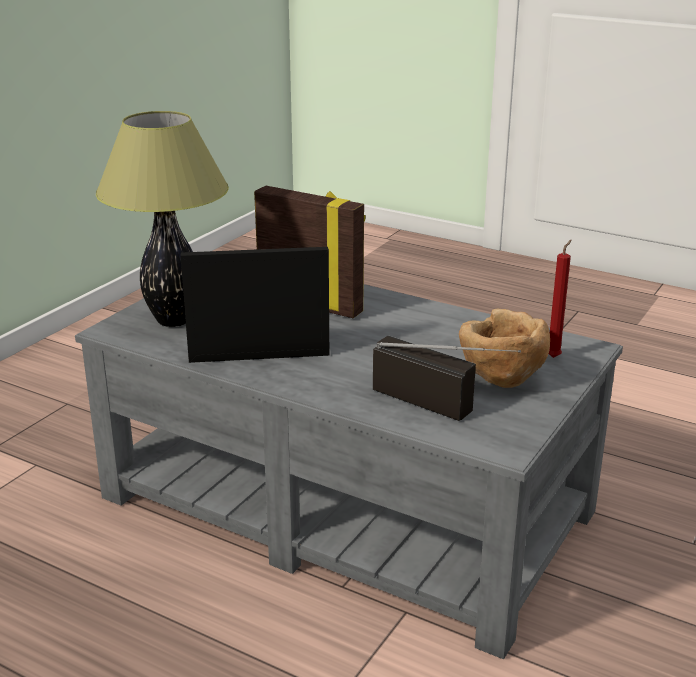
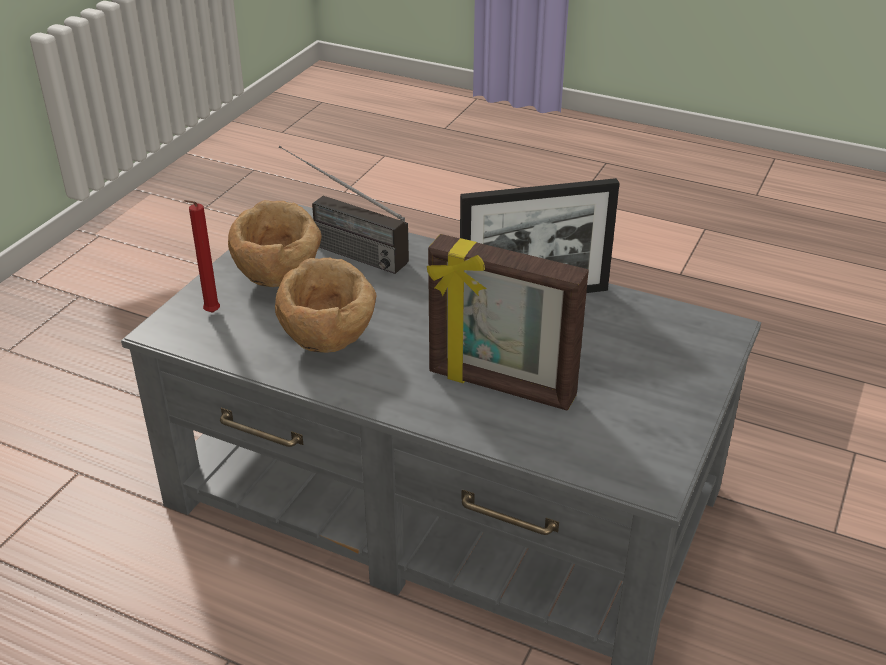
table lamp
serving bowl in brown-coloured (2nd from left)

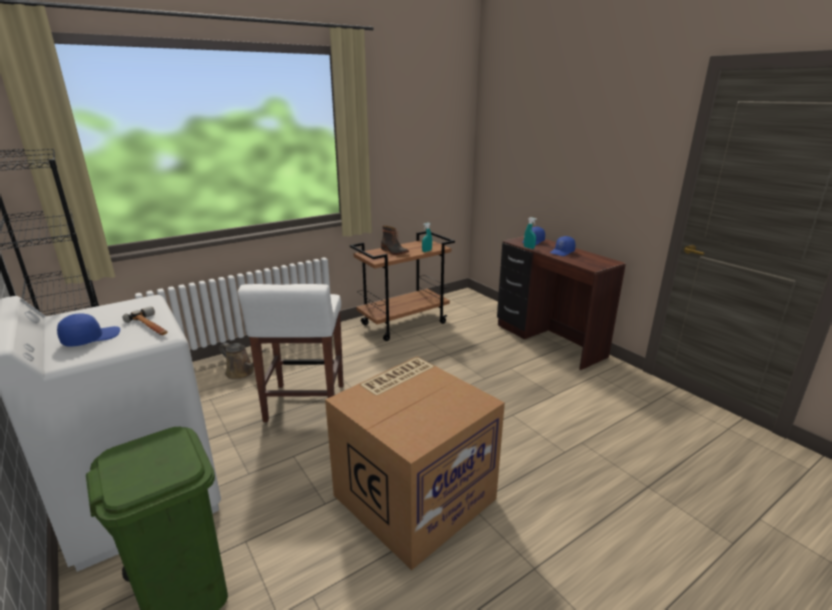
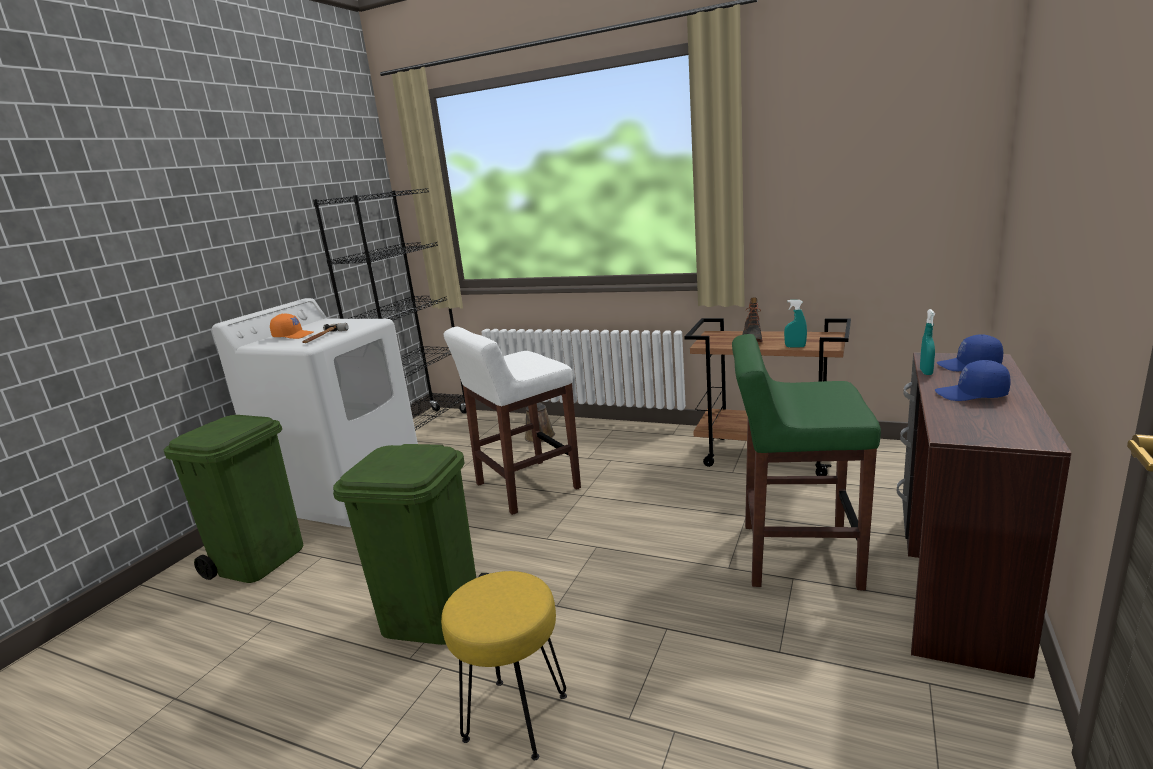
sitting stool in yellow-coloured
sitting stool in greenish
trash can in greenish (2nd from left)
baseball cap in orange-coloured

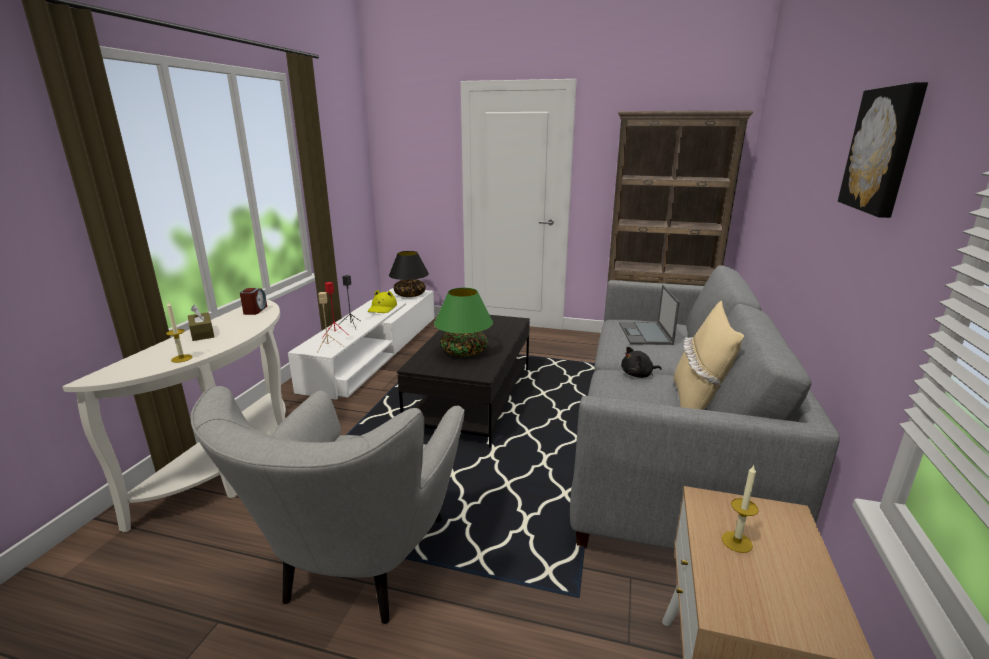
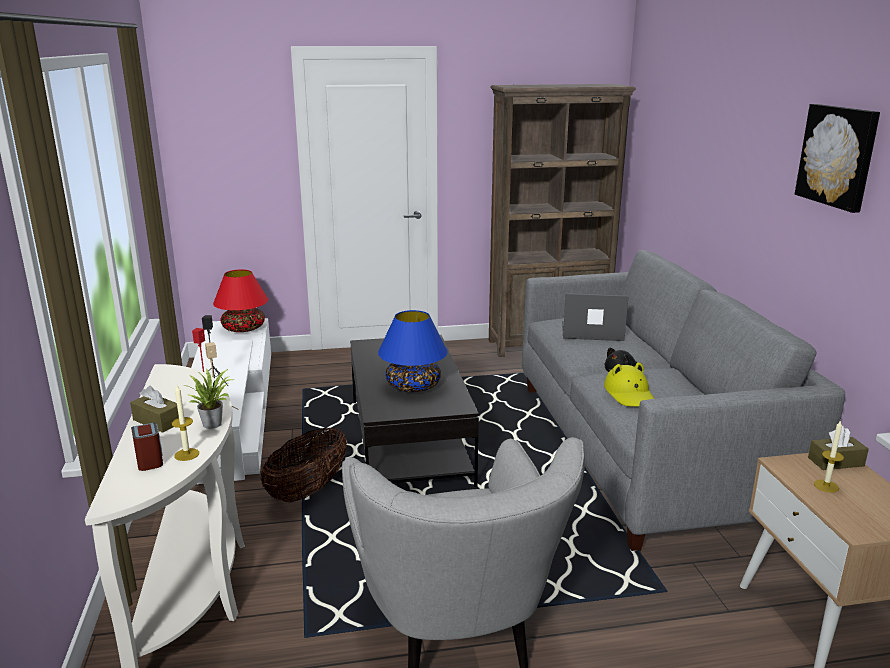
cushion in sand-coloured
houseplant
storage basket
box of tissues in brown-coloured (2nd from left)
bedside clock
wearable hat in yellow-coloured
table lamp in reddish
table lamp in blue-coloured
portable computer

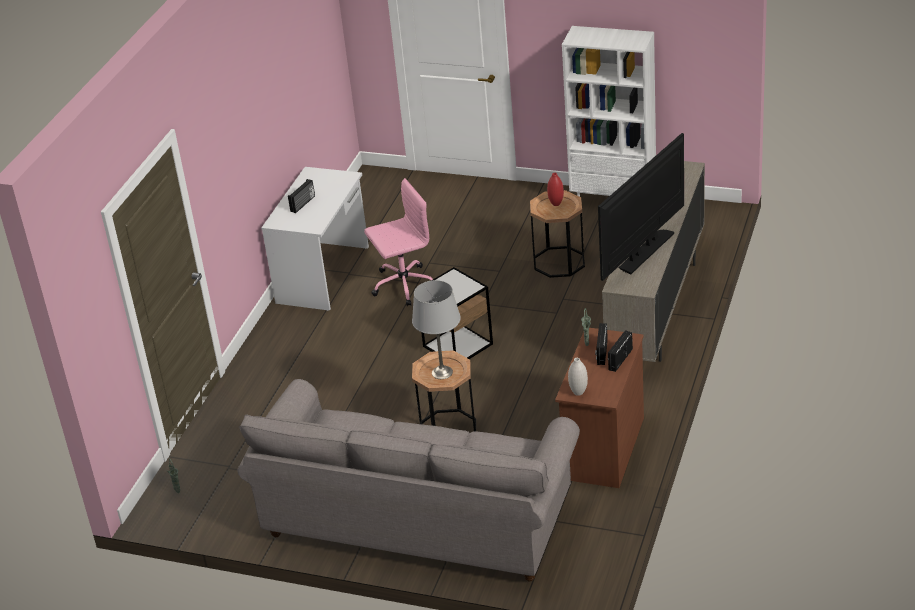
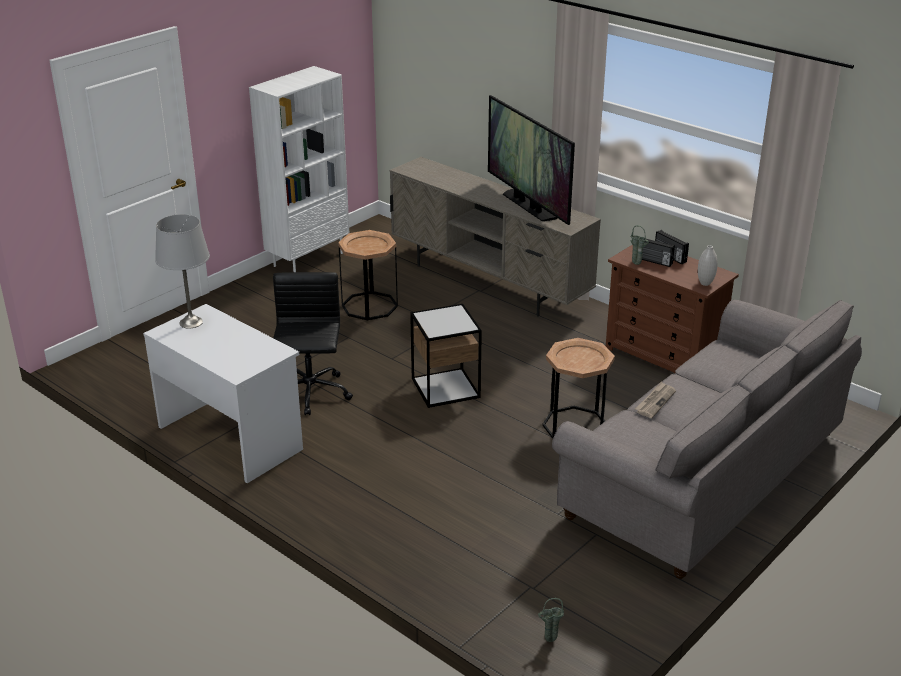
radio receiver (1st from left in the first image)
vase in reddish
daily paper
table lamp in greyish
office chair in black

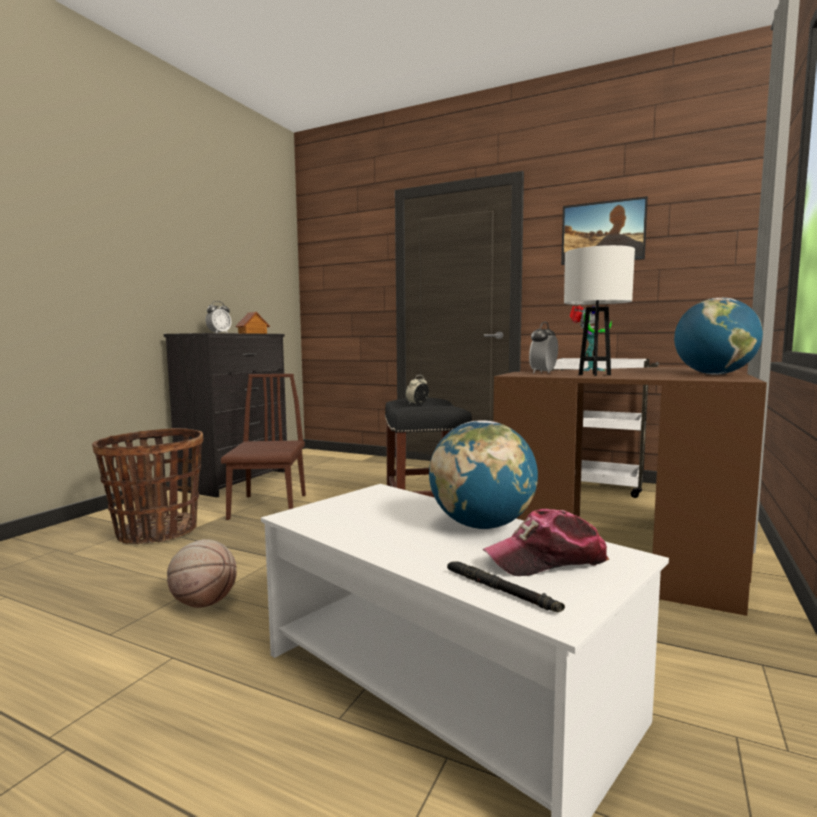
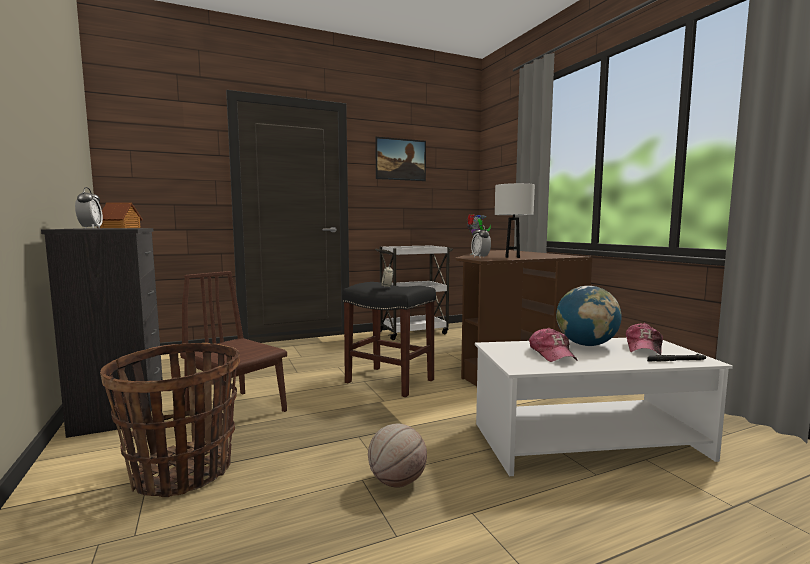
desk globe (2nd from left in the first image)
baseball cap (1st from left)

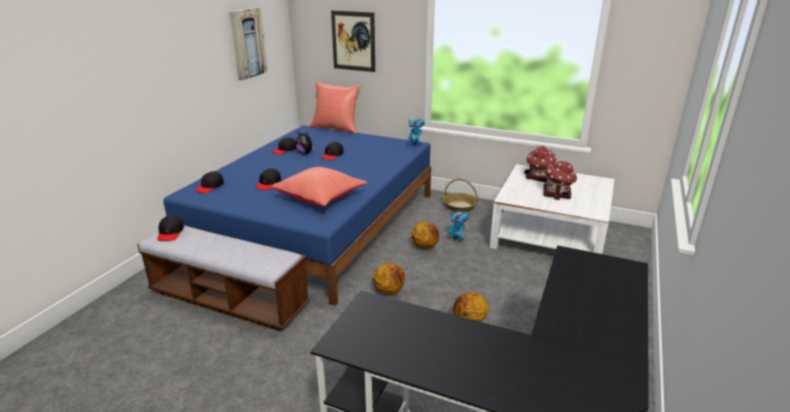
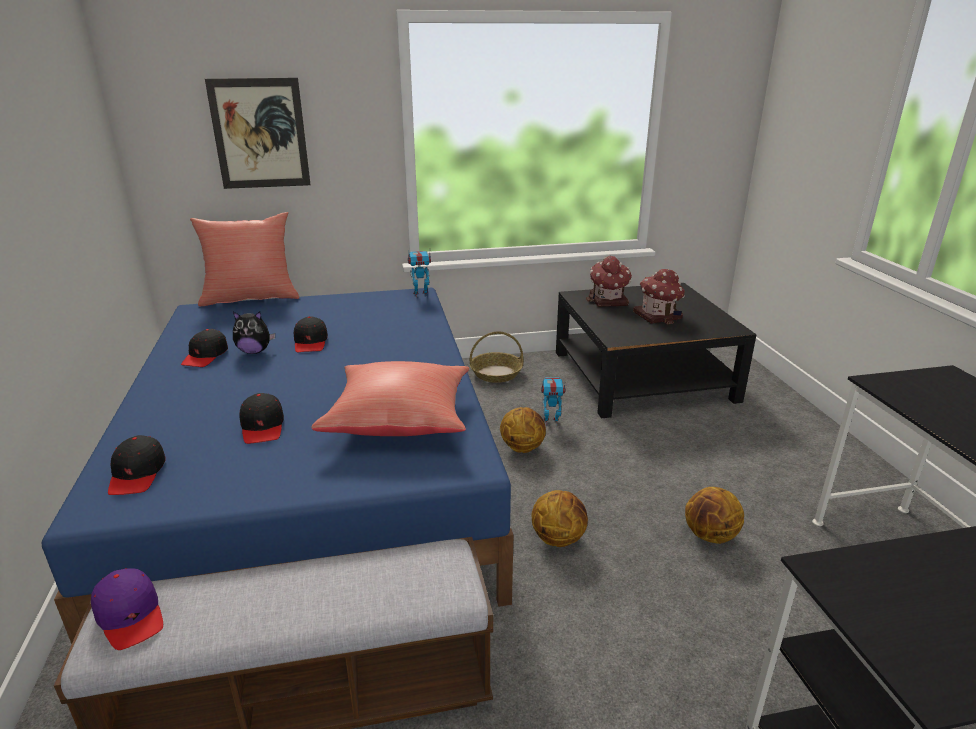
wall picture (1st from left in the first image)
baseball cap in purple-coloured
coffee table in black

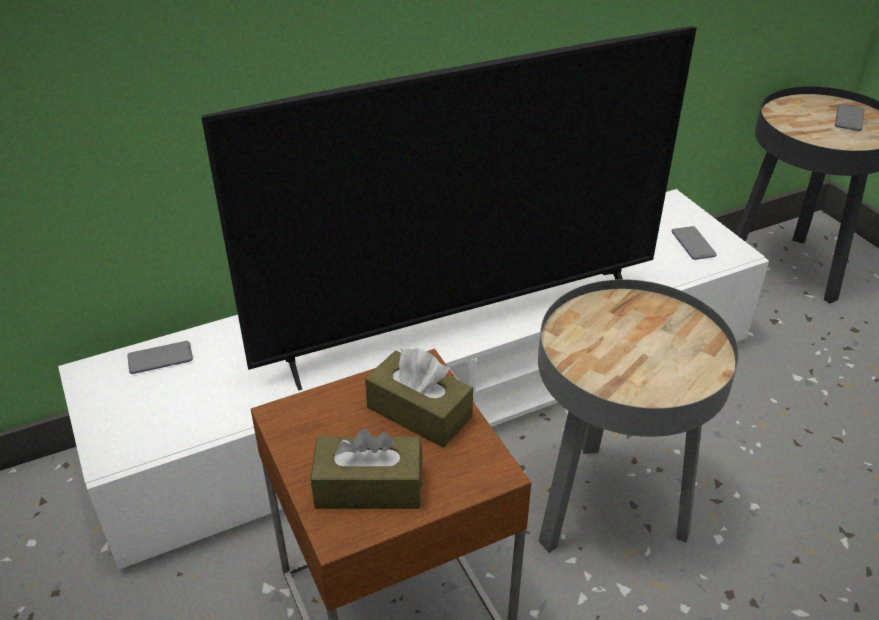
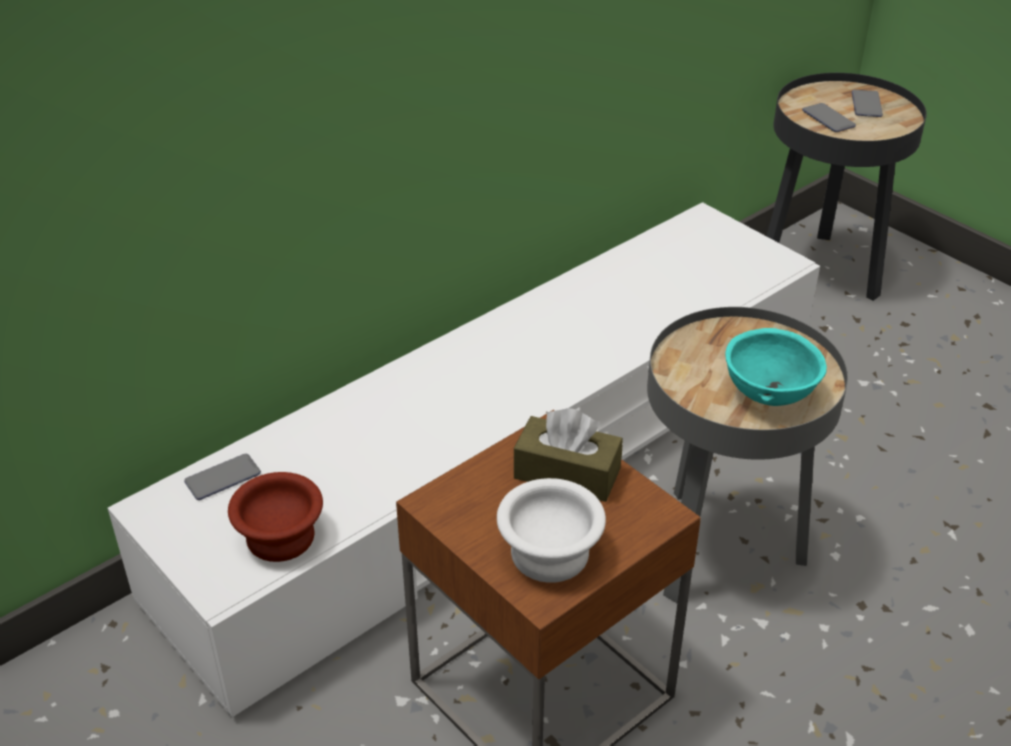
TV set
serving bowl in brown-coloured
serving bowl in turquoise
handset (2nd from left)
serving bowl in whitish

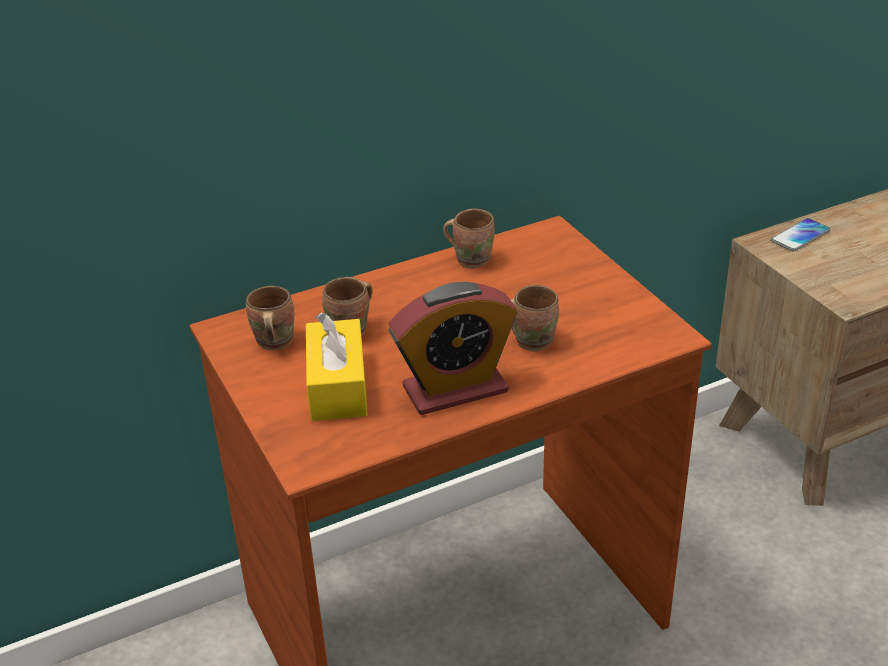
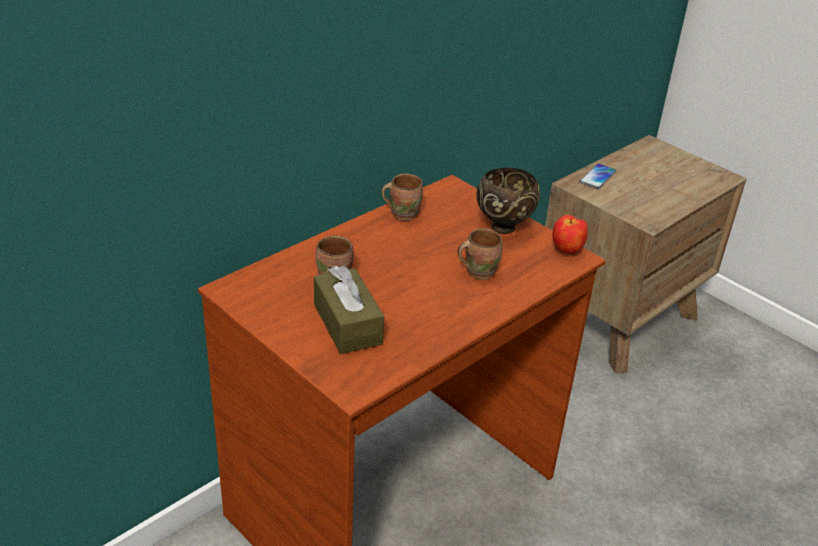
tea mug in brown-coloured (1st from left in the first image)
bedside clock
serving bowl in brown-coloured
apple fruit
box of tissues in brown-coloured

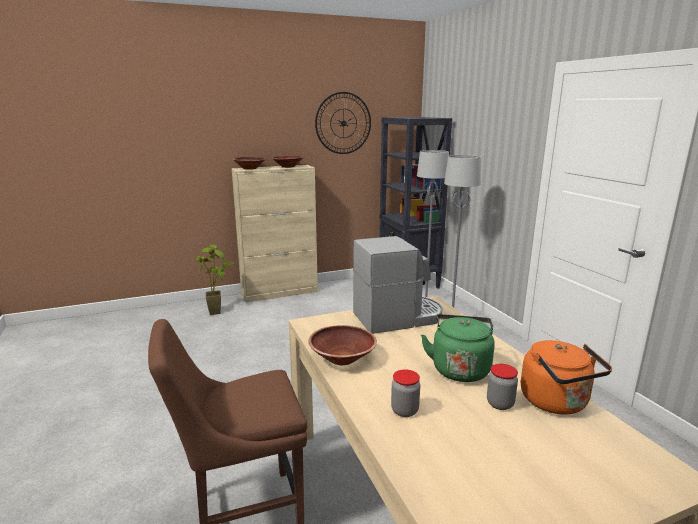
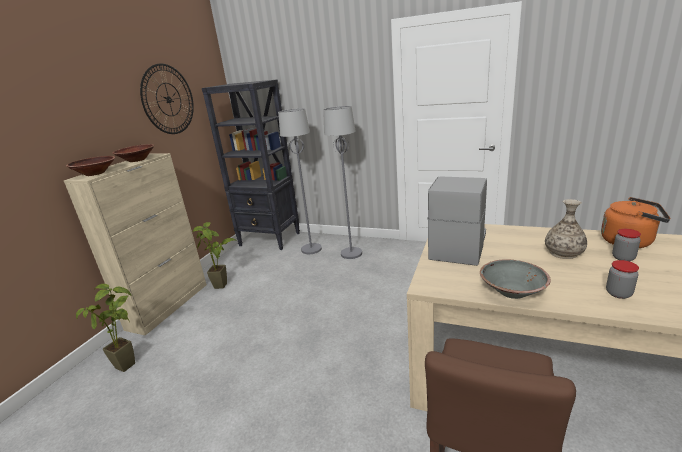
houseplant (2nd from left)
vase
serving bowl in greyish

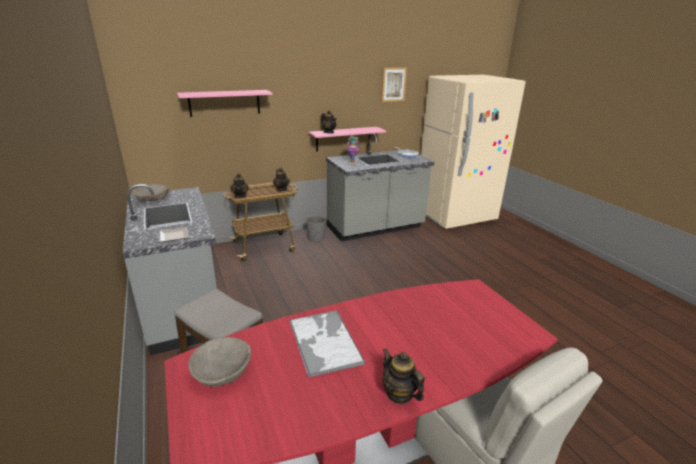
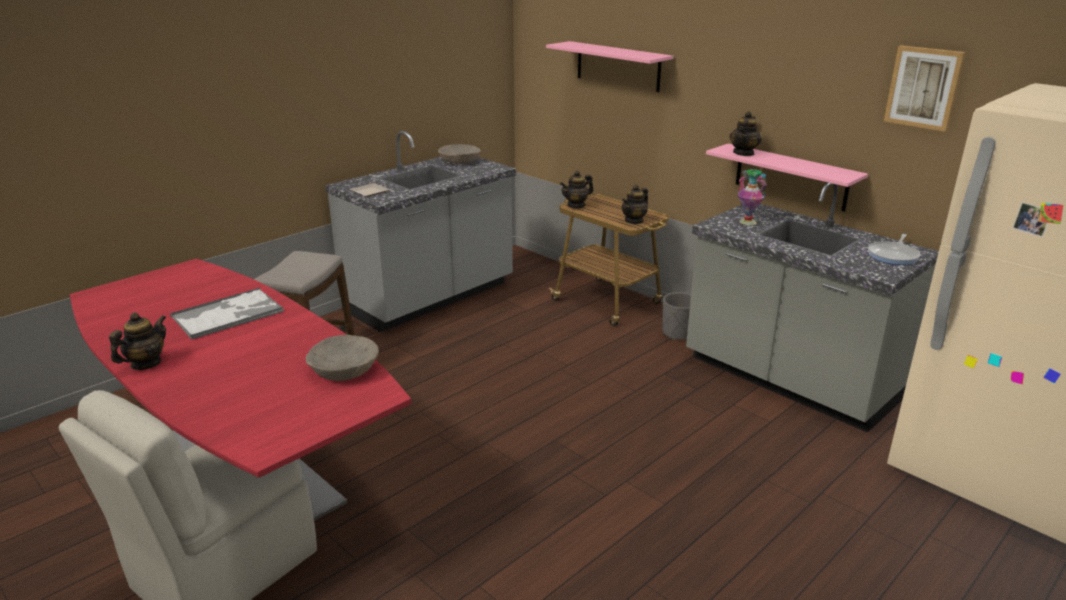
serving bowl in sand-coloured (1st from left)

